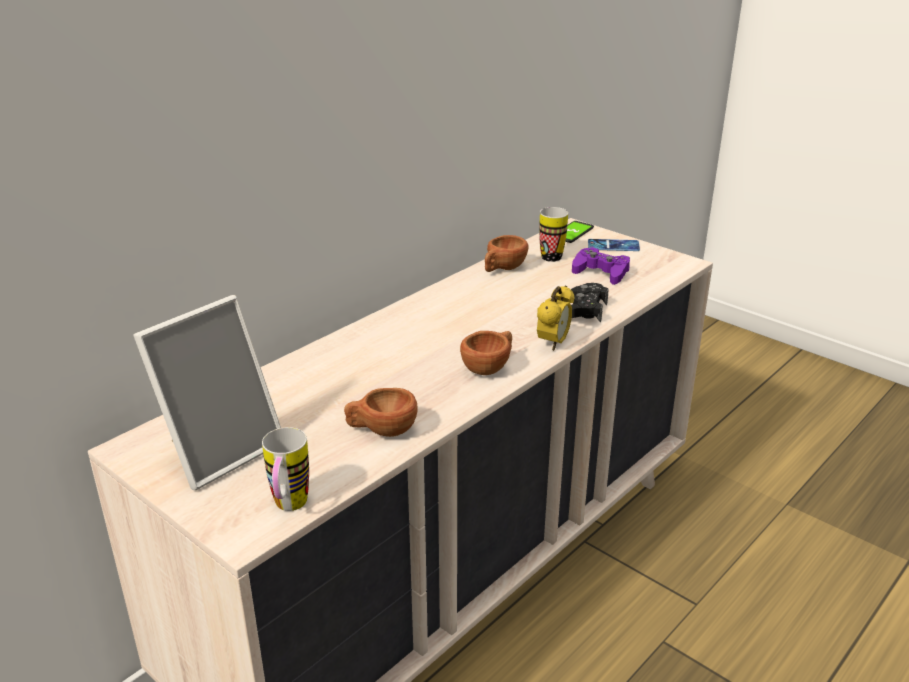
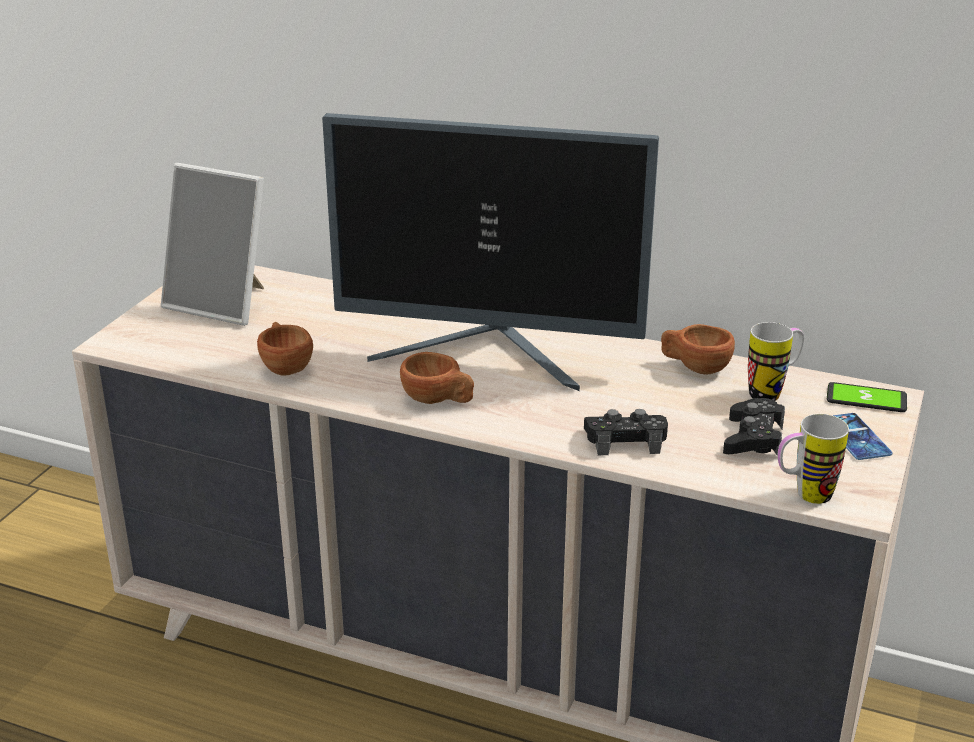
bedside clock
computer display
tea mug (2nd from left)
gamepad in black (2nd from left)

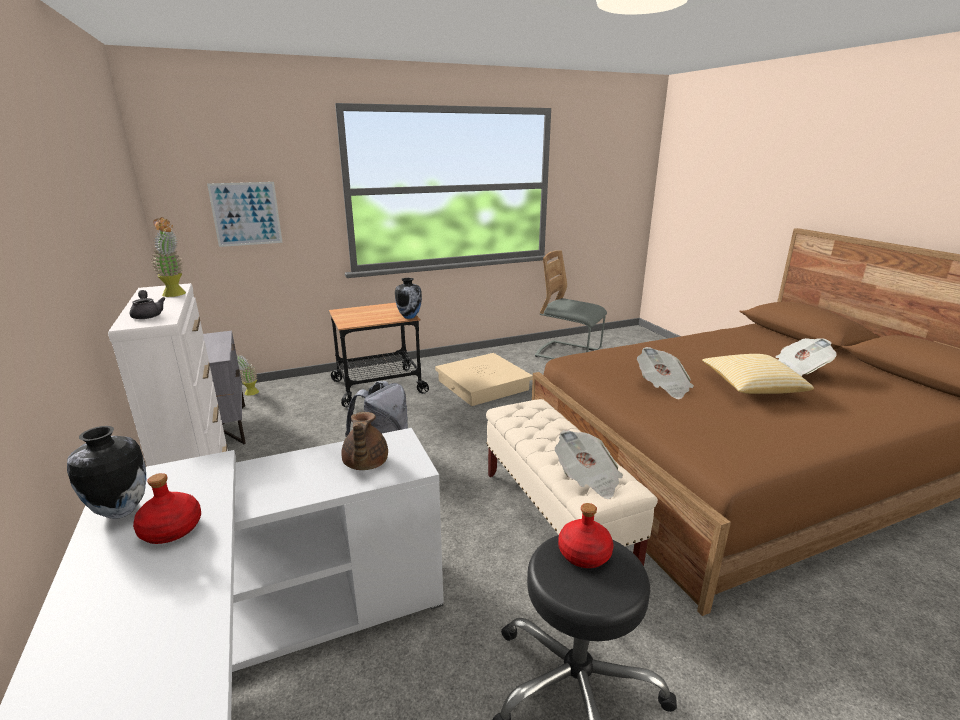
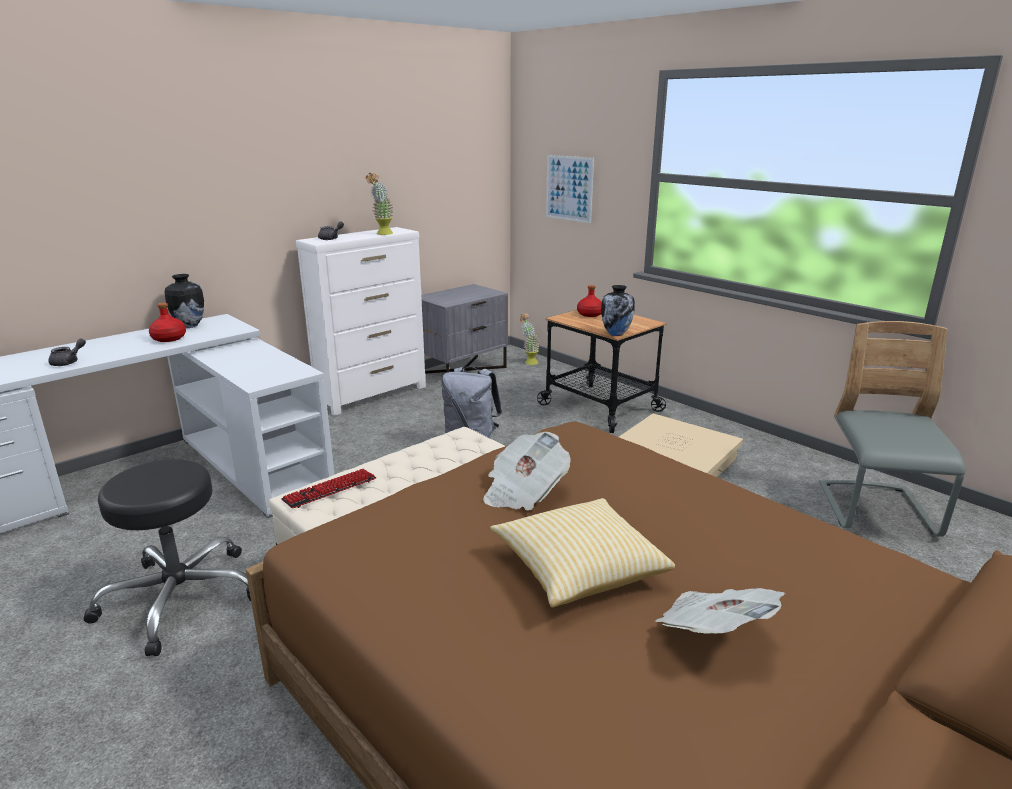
teapot in brown-coloured
teapot in greyish (1st from left)
bottle in reddish (2nd from left)
computer keyboard

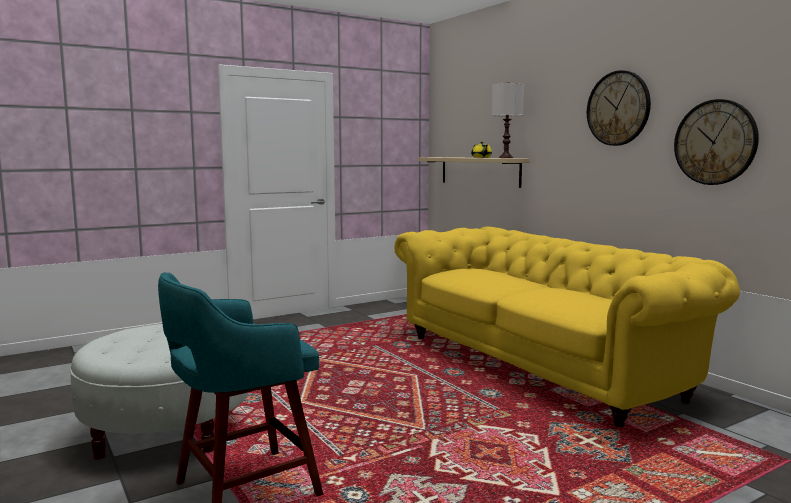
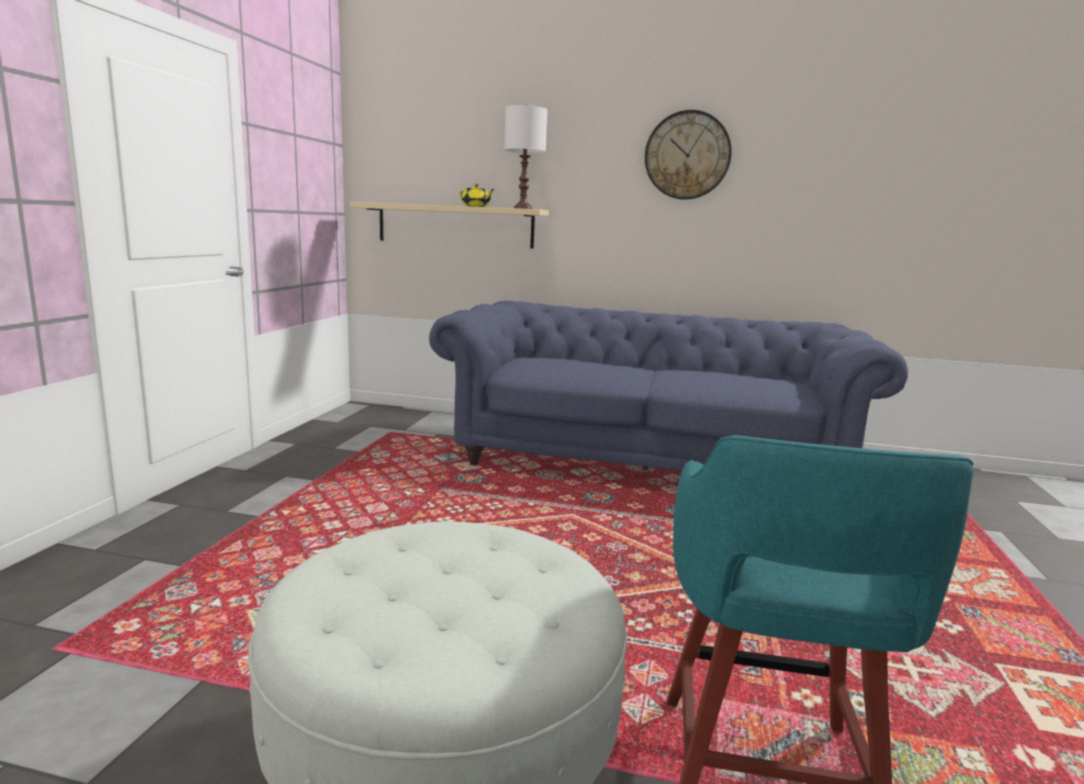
wall clock (2nd from left in the first image)
settee in blue-coloured

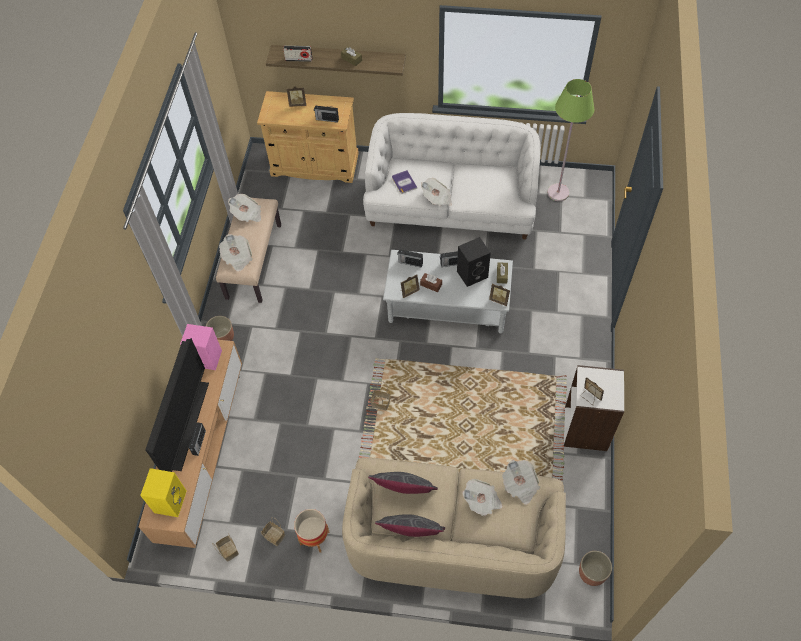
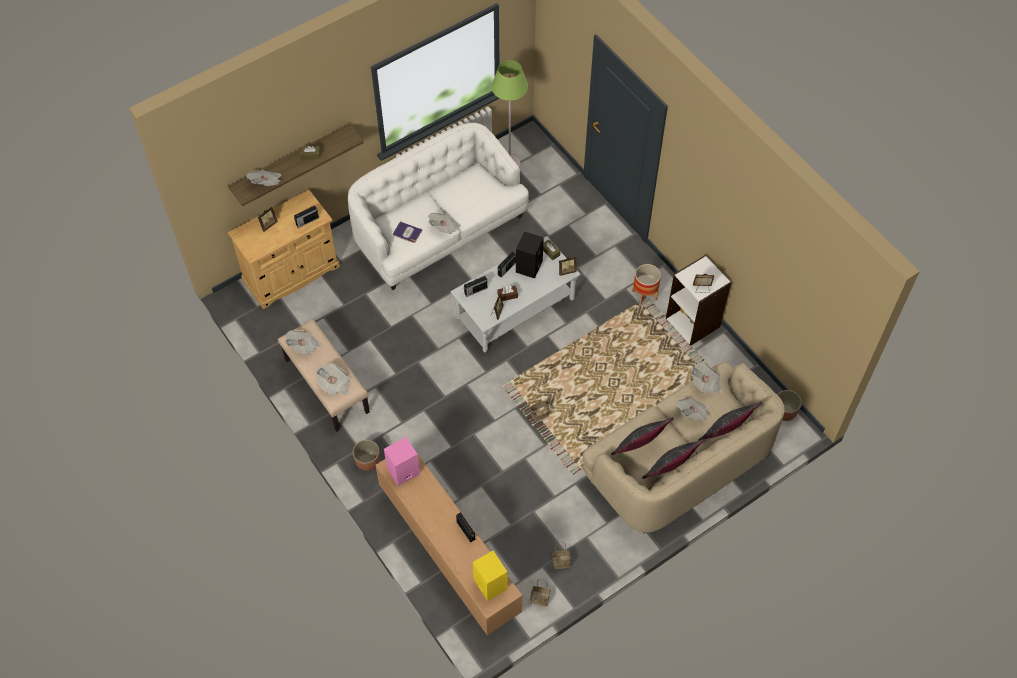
TV set
cushion in greyish (3rd from left)
plant pot (2nd from left)
daily paper (1st from left)

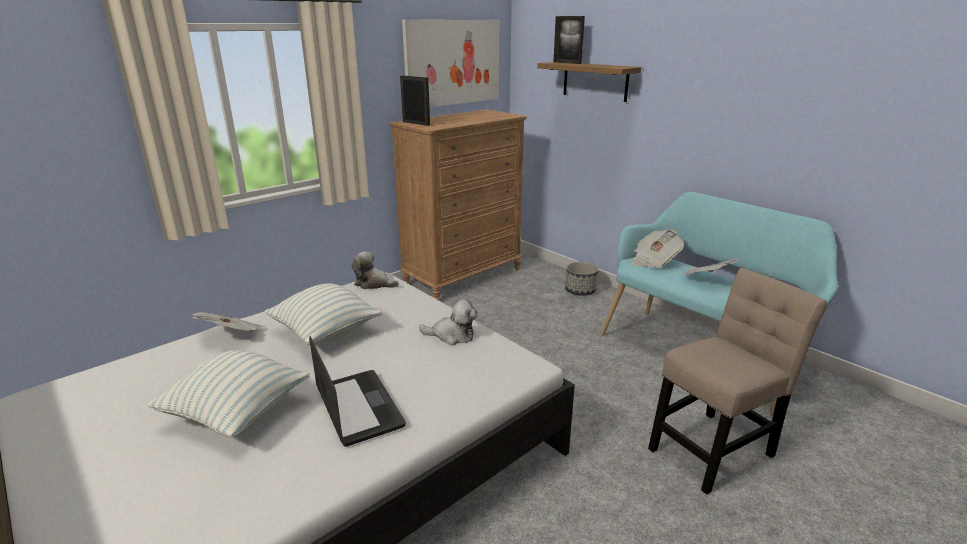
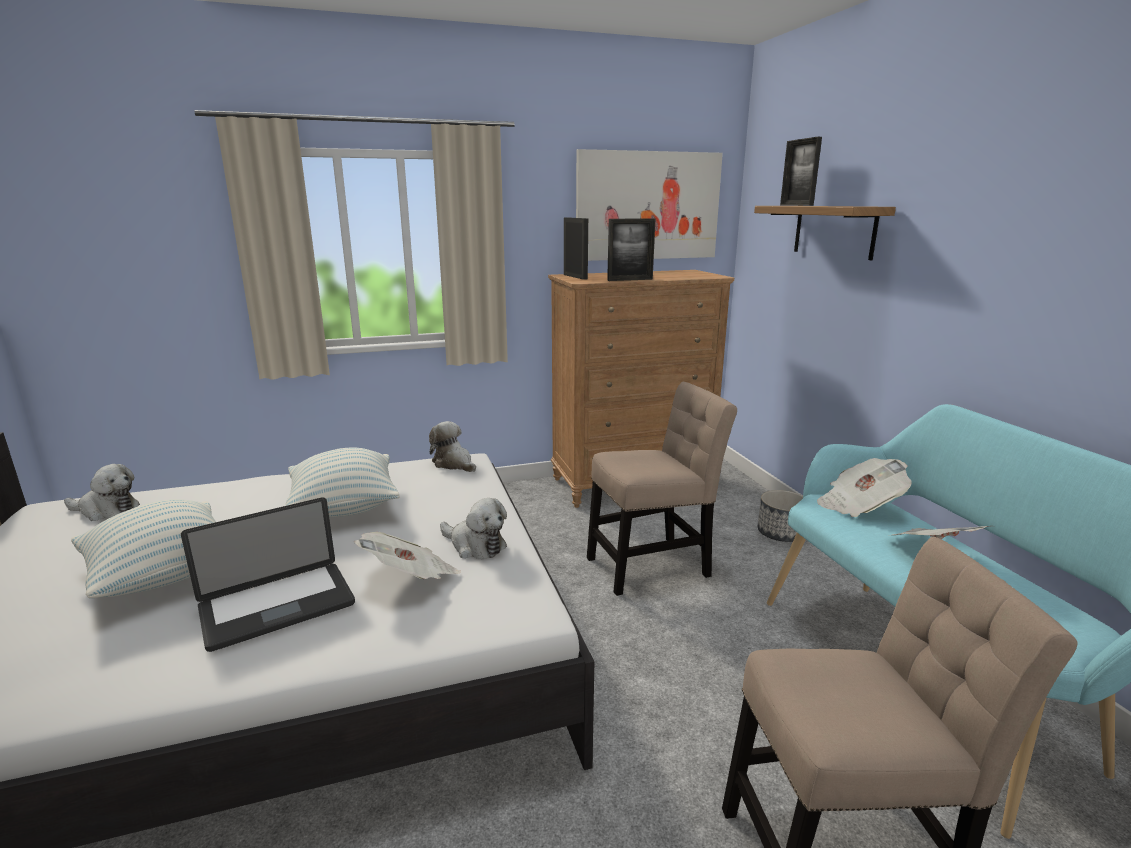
cuddly toy (1st from left)
upright chair in sand-coloured (1st from left)
standing frame (2nd from left)
daily paper (1st from left)
portable computer

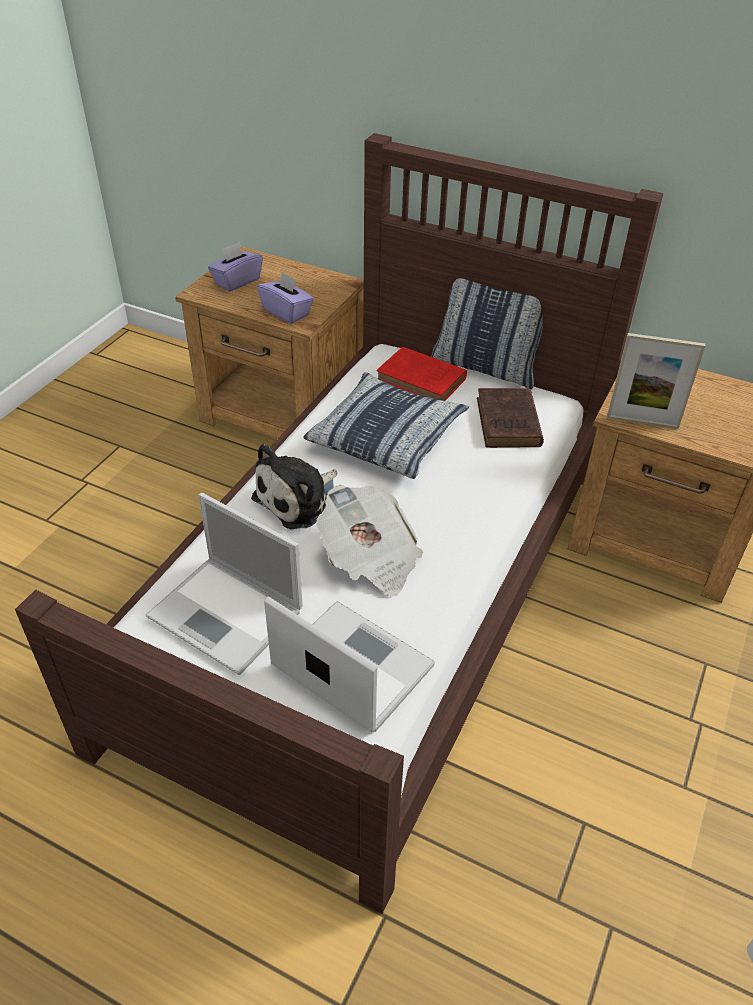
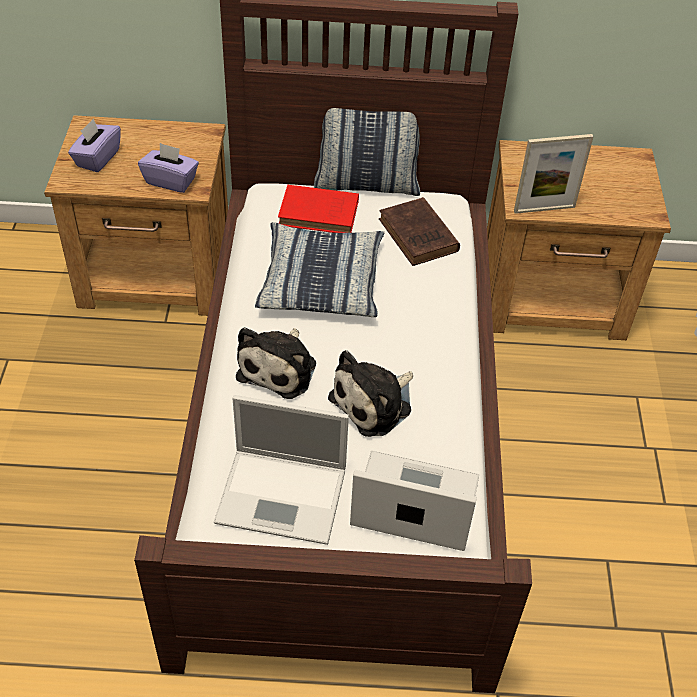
cuddly toy (2nd from left)

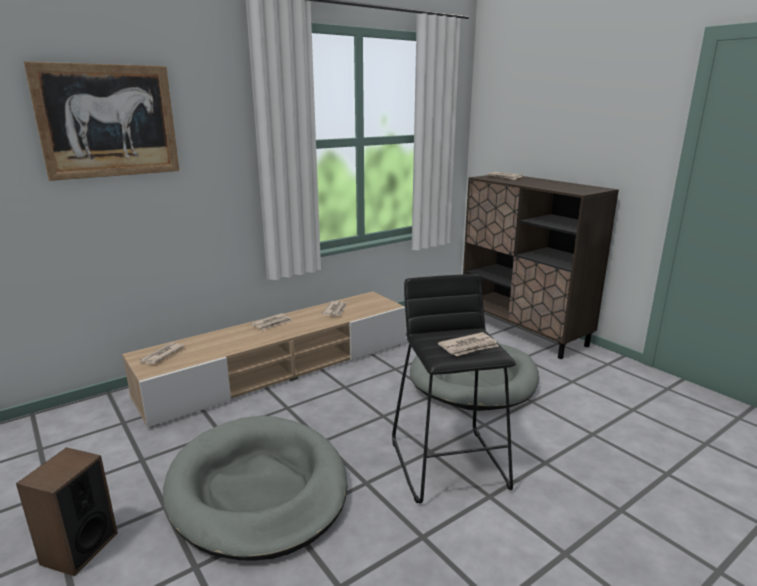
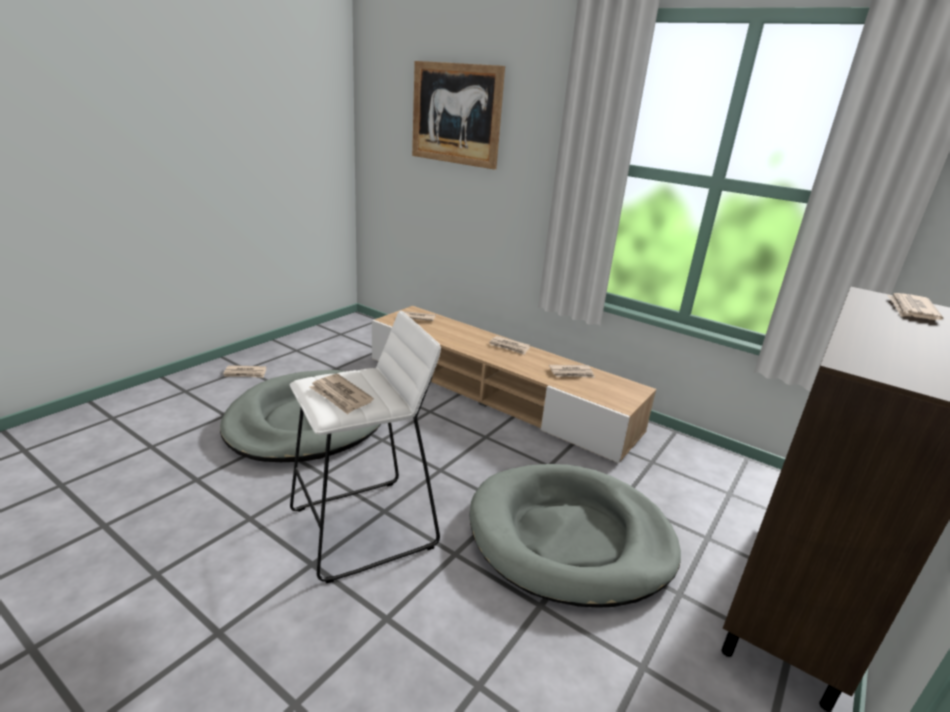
daily paper (1st from left)
sitting stool in whitish

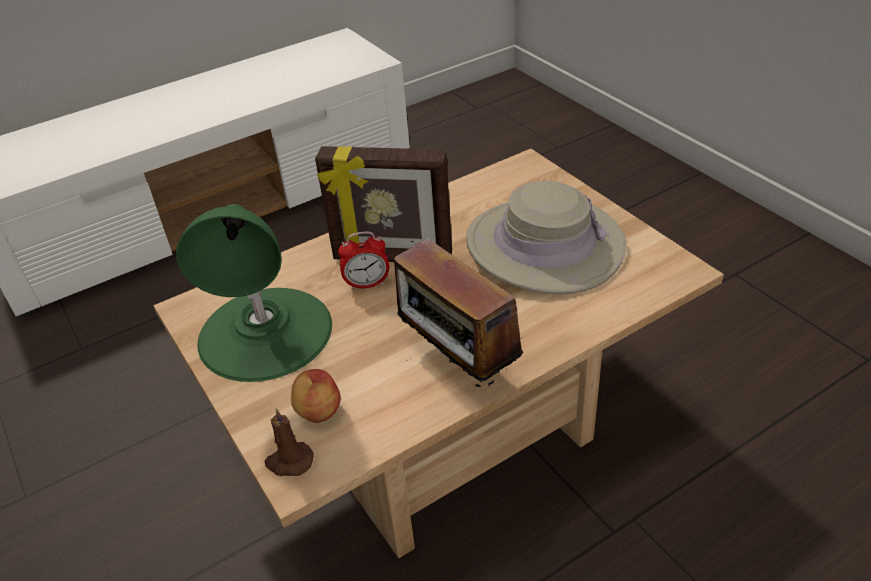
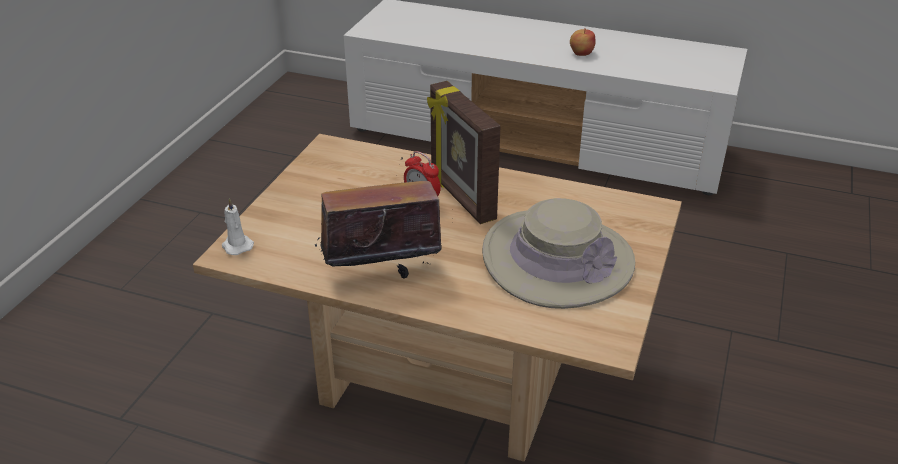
table lamp in greenish
apple fruit
wax light in whitish
radio receiver

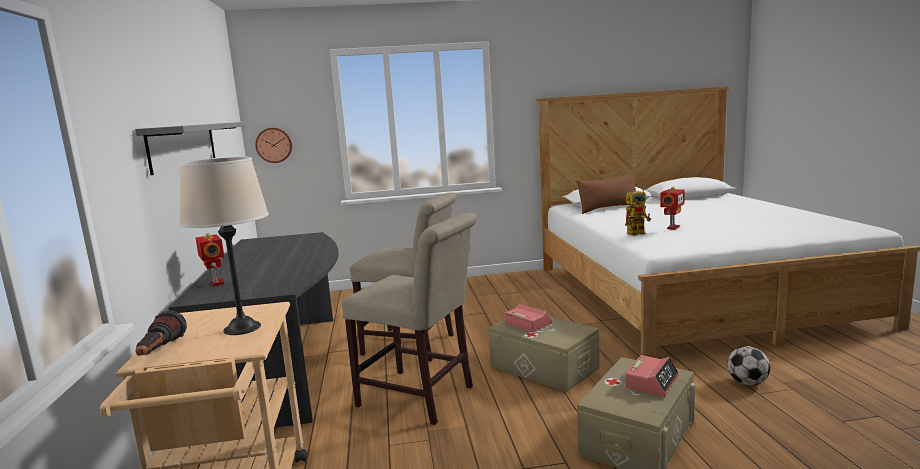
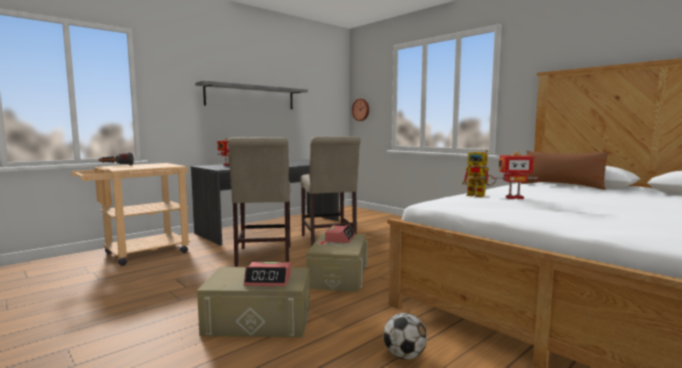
table lamp in sand-coloured

